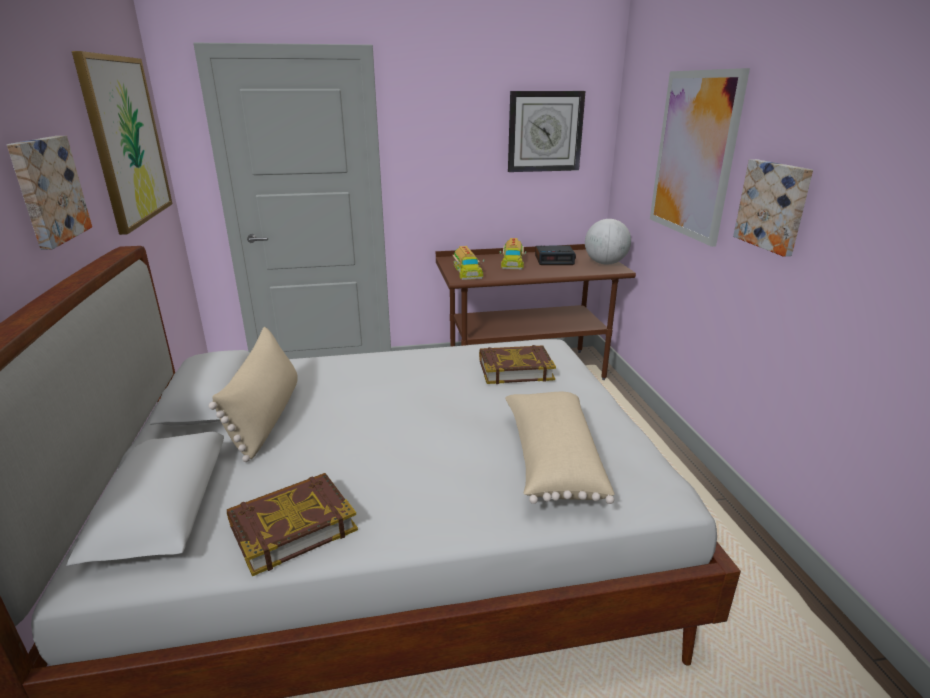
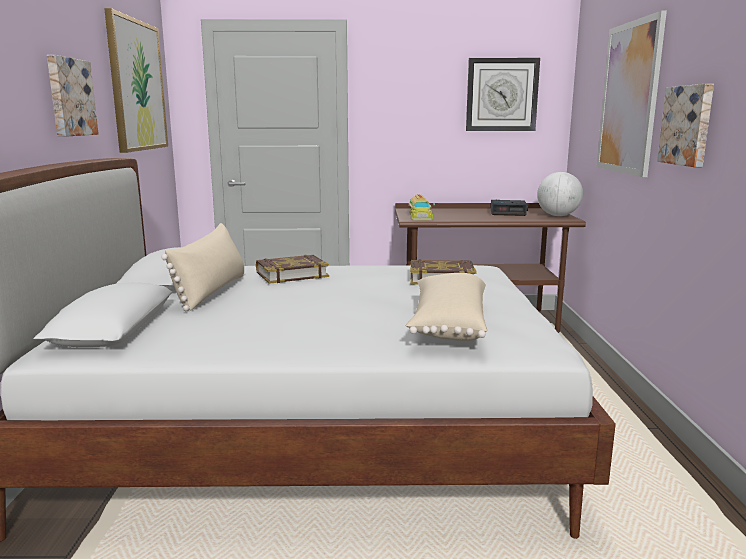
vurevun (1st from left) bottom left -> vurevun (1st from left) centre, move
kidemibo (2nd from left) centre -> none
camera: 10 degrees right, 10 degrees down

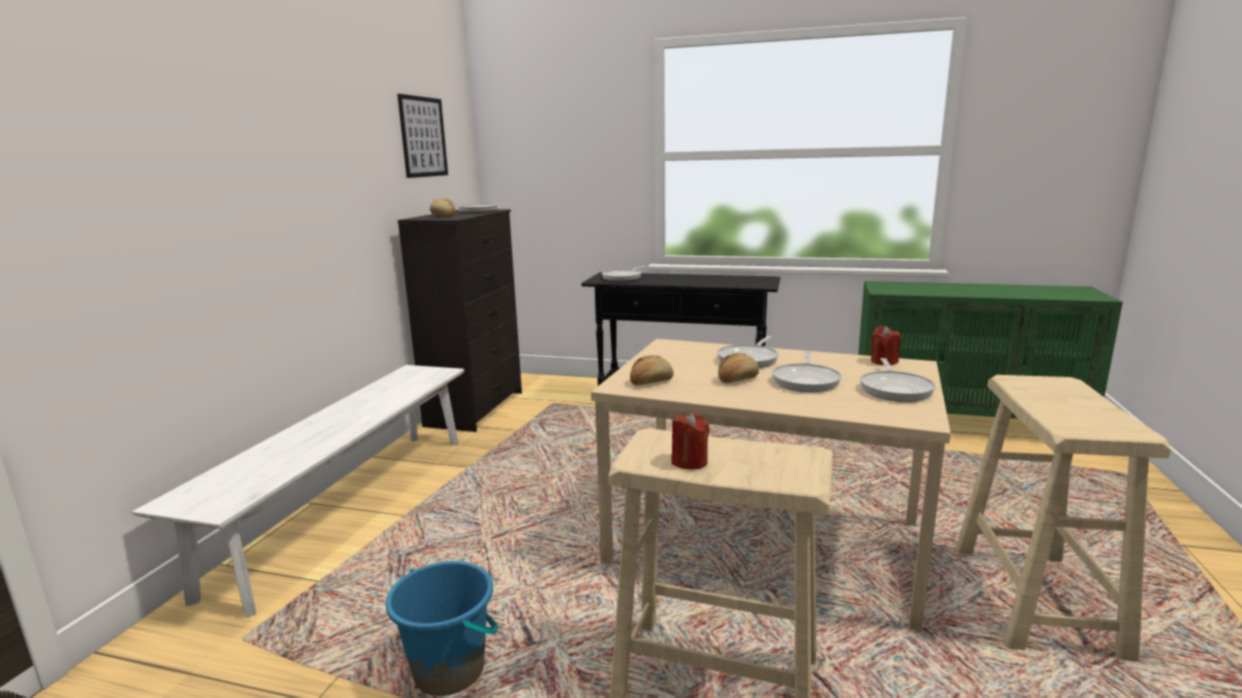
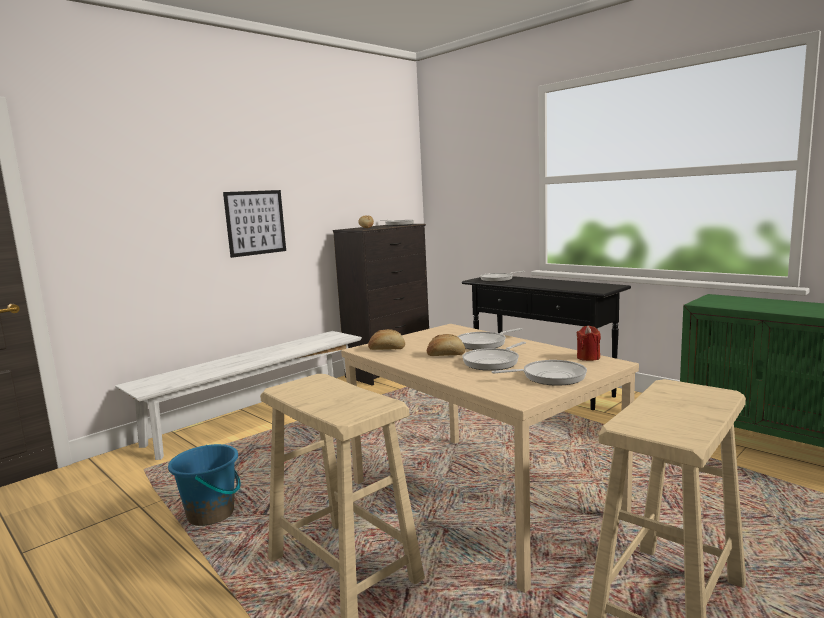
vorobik top centre -> vorobik middle left, move
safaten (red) (1st from left) centre -> none
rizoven (5th from left) middle right -> rizoven (5th from left) centre, 135 degrees counterclockwise
camera: 30 degrees right, 5 degrees down

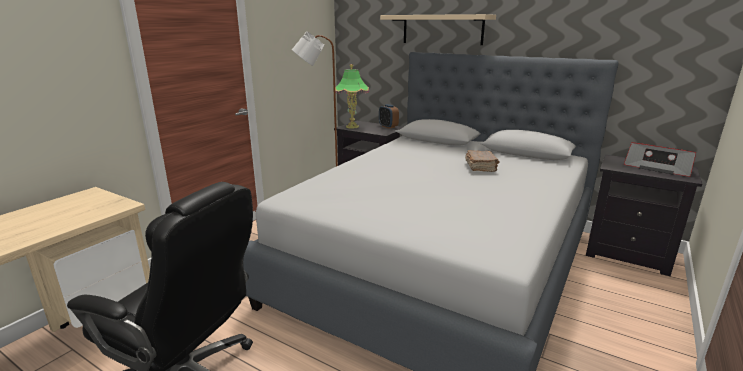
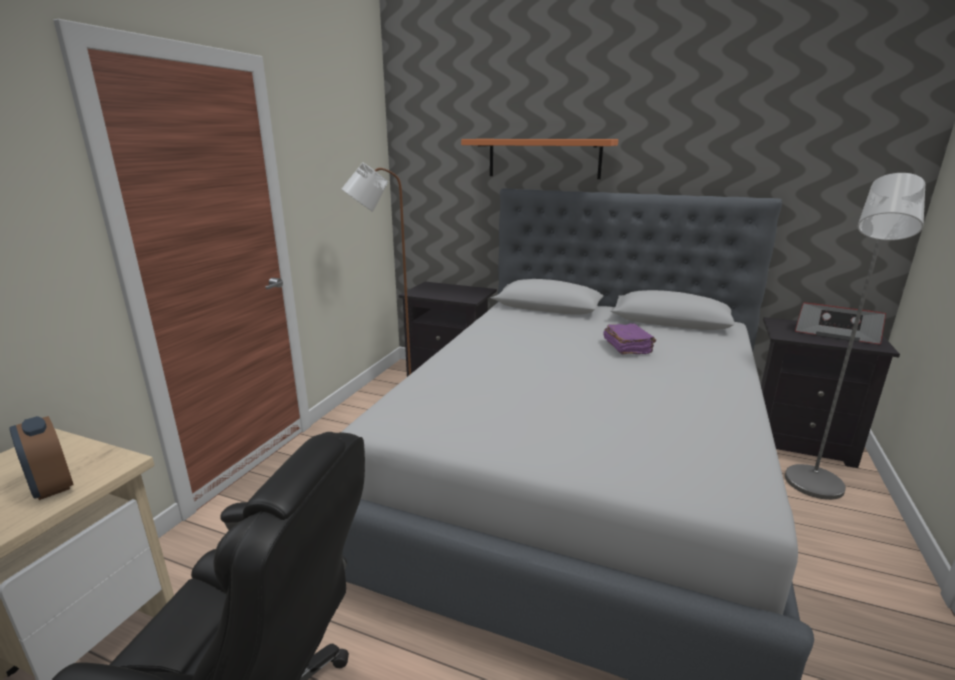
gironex top centre -> none
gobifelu top centre -> gobifelu bottom left, move
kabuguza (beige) top centre -> kabuguza (orange) top centre
vurevun (brown) centre -> vurevun (purple) centre
none -> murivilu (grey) middle right
camera: 10 degrees left, 0 degrees up

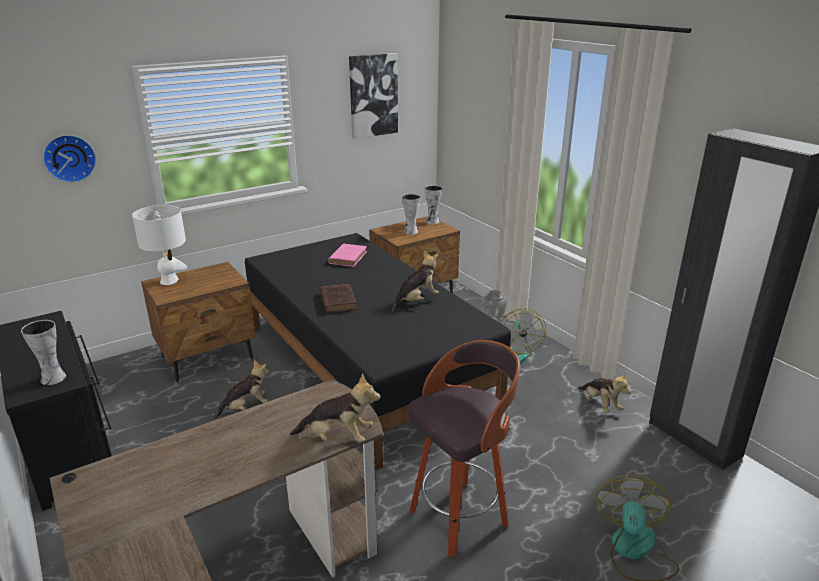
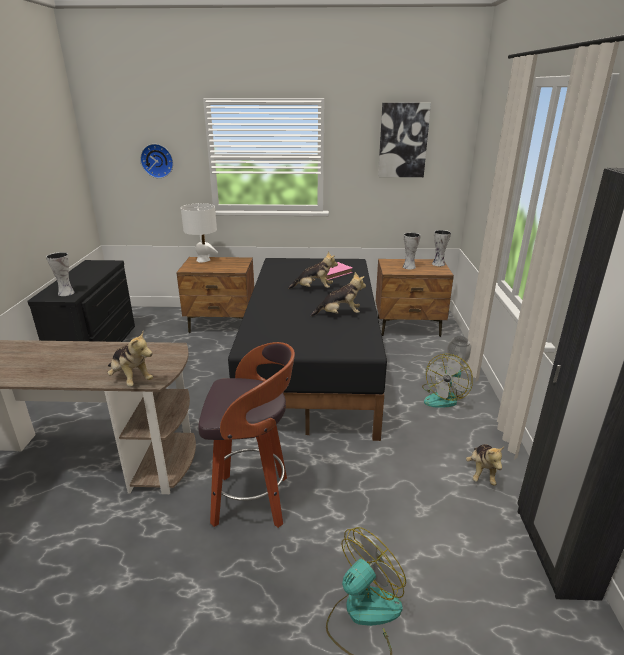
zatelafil (1st from left in the first image) bottom left -> zatelafil (2nd from left) centre, move
vurevun (brown) centre -> none
camera: 35 degrees right, 0 degrees up

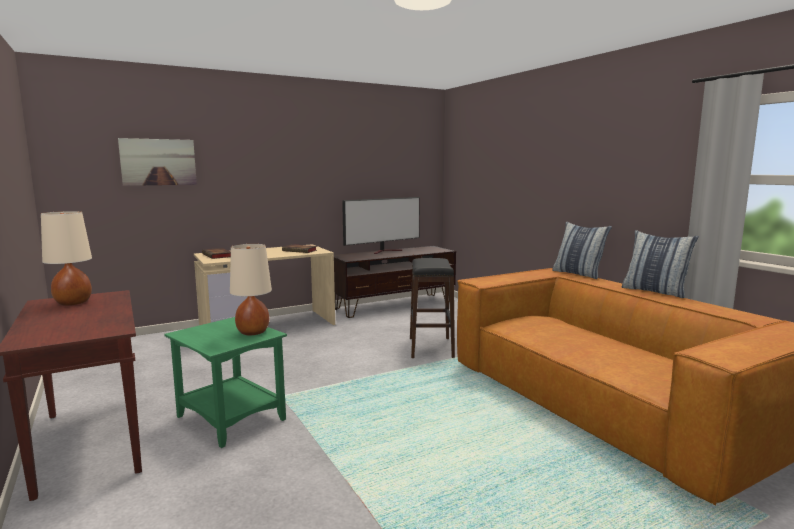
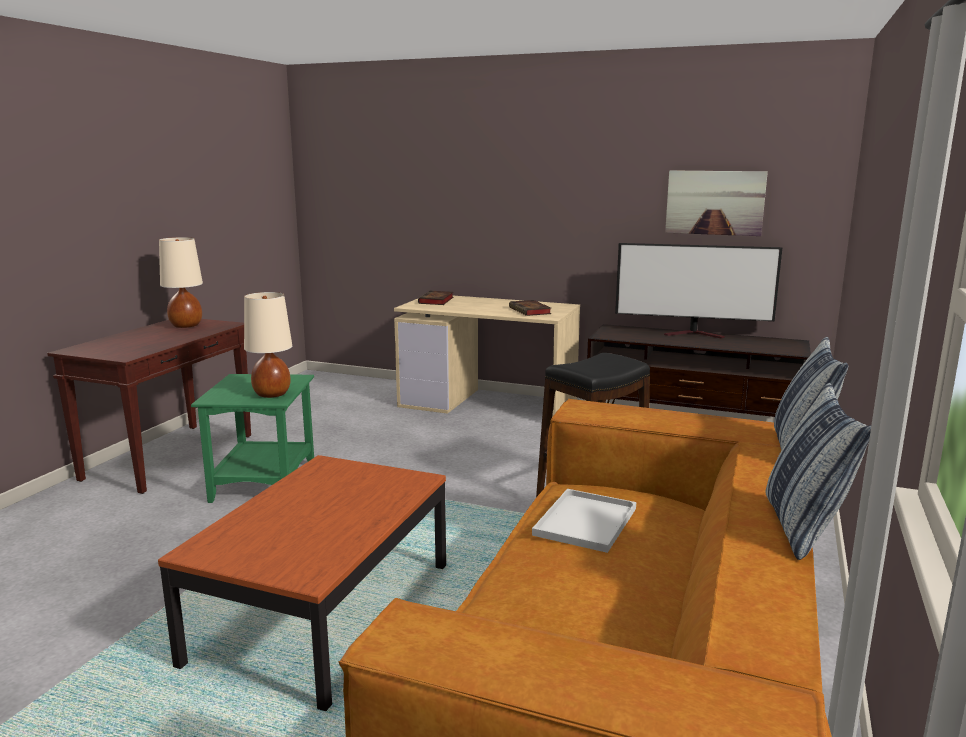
vorobik top left -> vorobik top right, move
none -> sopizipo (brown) bottom left
none -> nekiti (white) bottom centre
camera: 50 degrees right, 5 degrees up

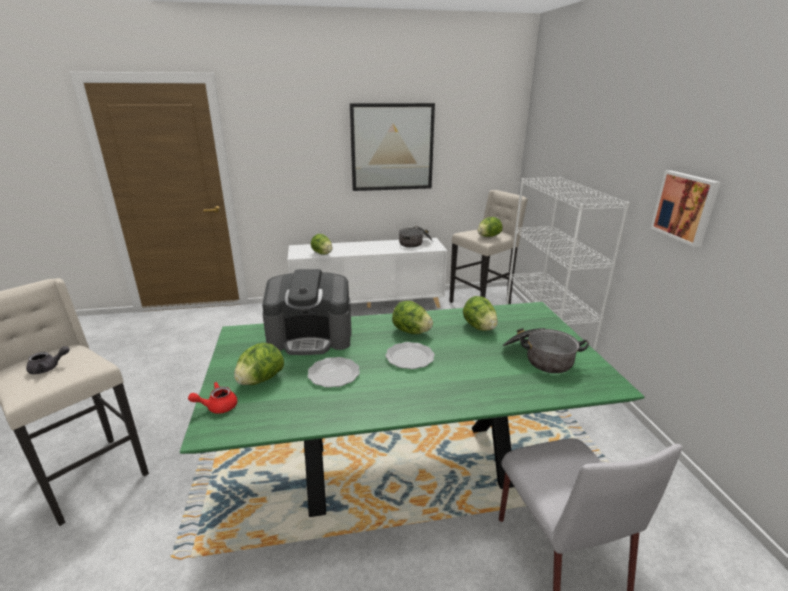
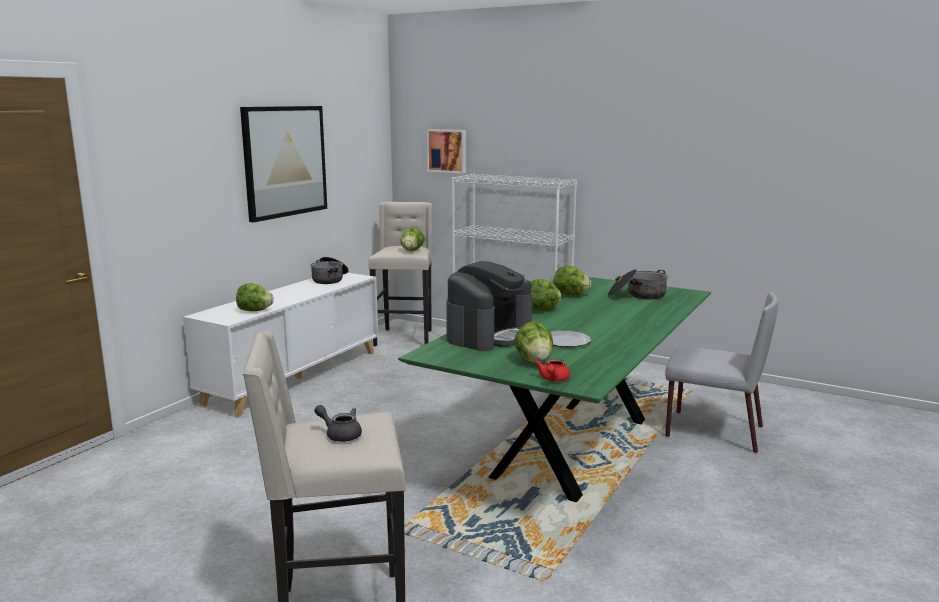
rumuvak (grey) middle left -> rumuvak (grey) bottom centre, 75 degrees counterclockwise
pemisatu (2nd from left) centre -> none
vorobik (2nd from left) middle right -> vorobik (2nd from left) top centre, move
camera: 50 degrees left, 10 degrees down

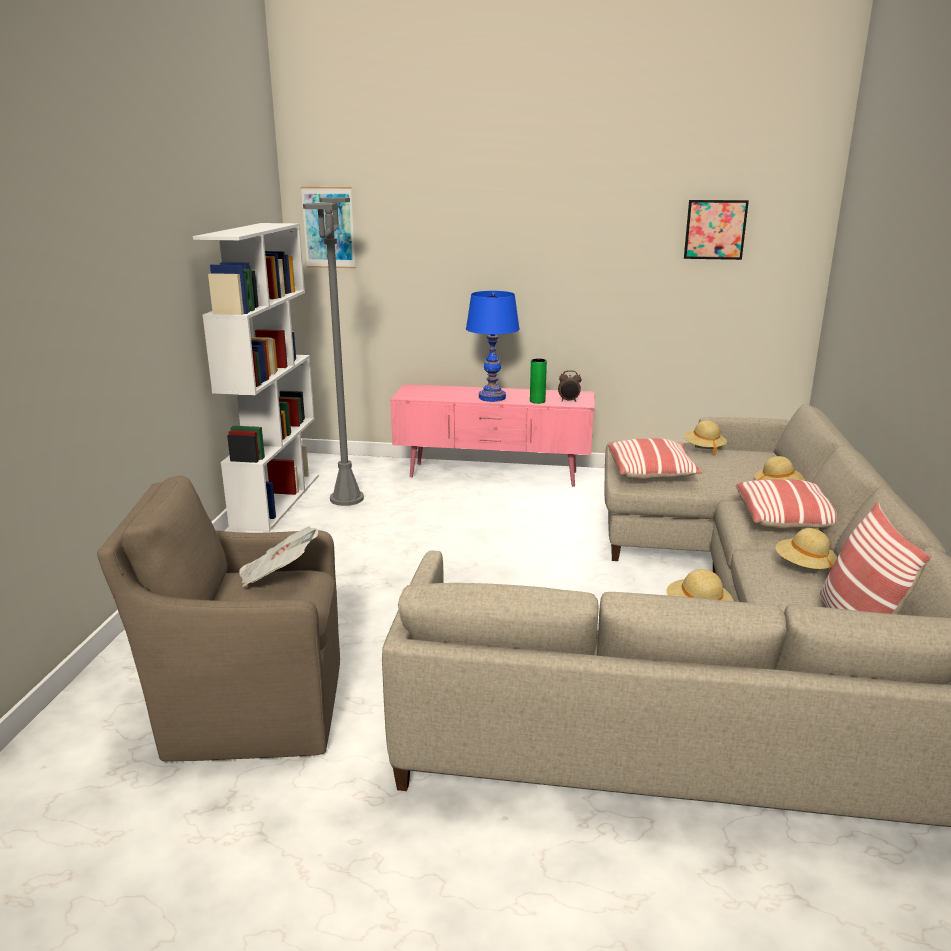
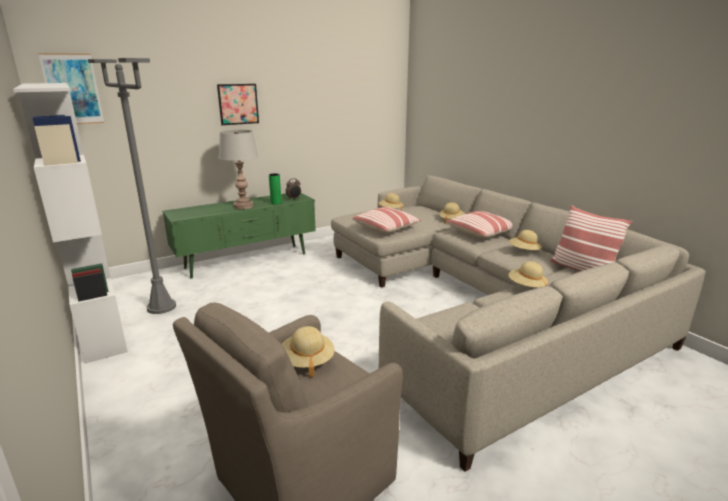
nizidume middle left -> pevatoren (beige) (1st from left) bottom centre
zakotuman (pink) centre -> zakotuman (green) middle left
gironex (blue) centre -> gironex (grey) middle left
vorobik (2nd from left) top right -> vorobik (2nd from left) top left, move
camera: 40 degrees left, 0 degrees up

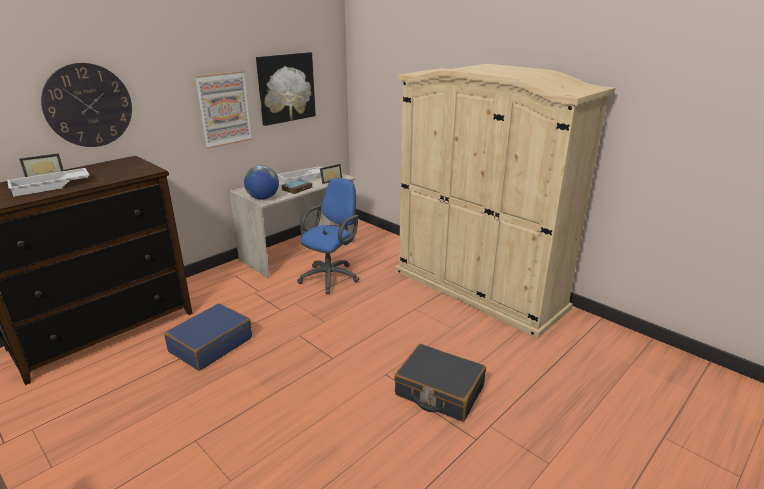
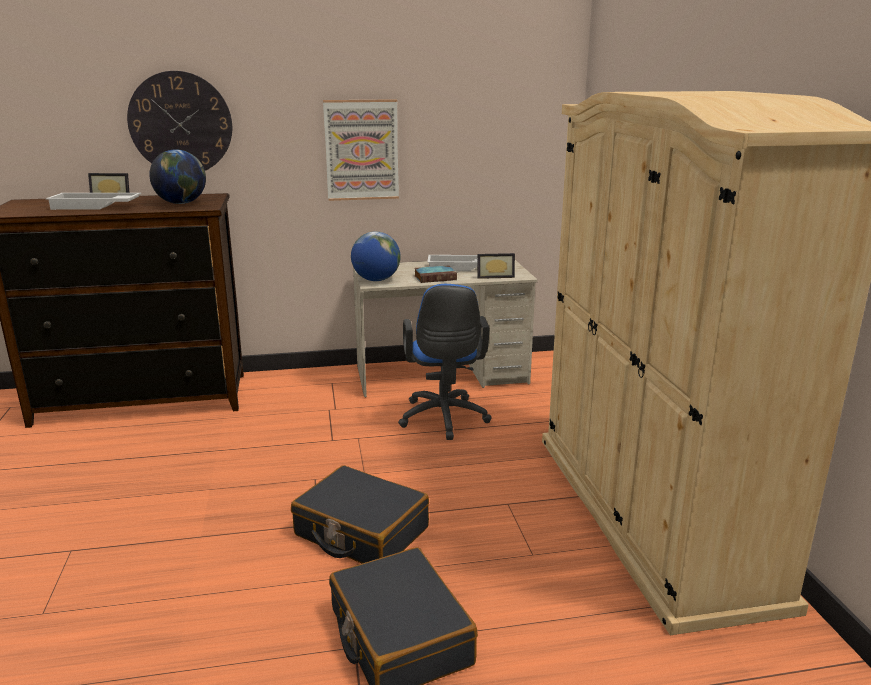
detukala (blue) bottom left -> none
vorobik (2nd from left) top centre -> none
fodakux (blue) centre, 105 degrees clockwise
none -> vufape (1st from left) top left
none -> detukala (black) (1st from left) bottom centre
camera: 35 degrees right, 5 degrees down

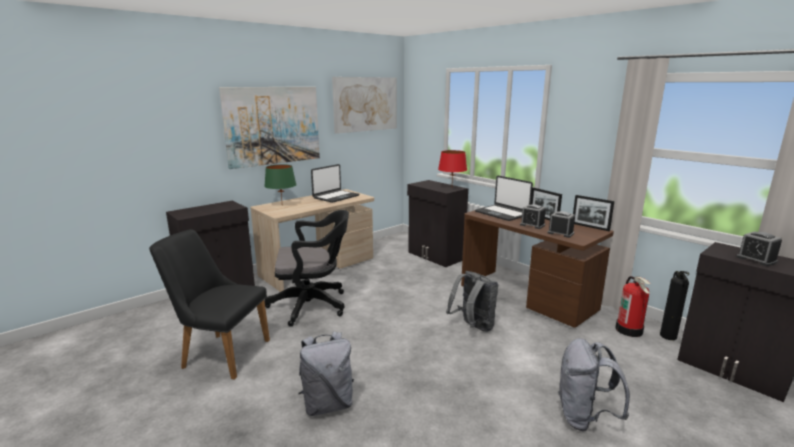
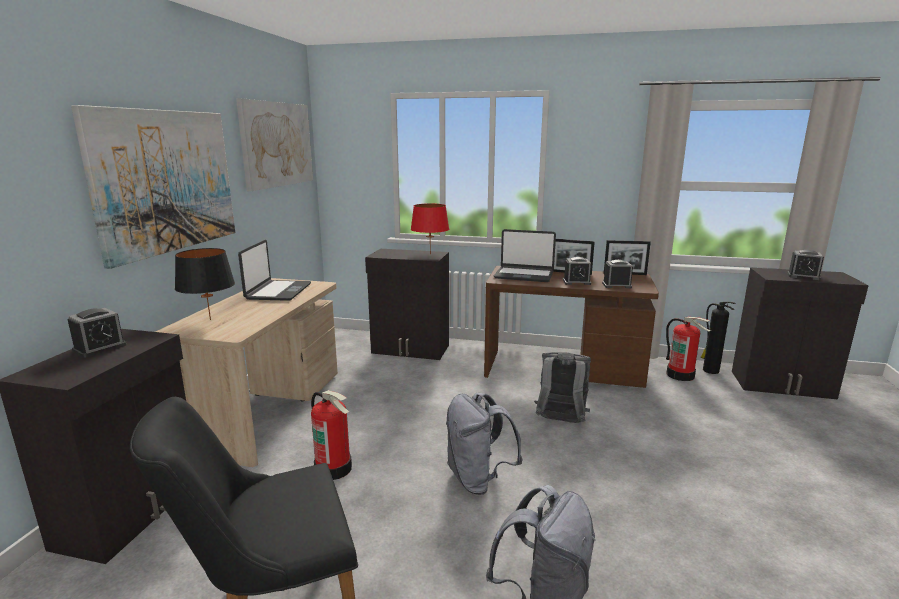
gironex (green) centre -> gironex (black) middle left
fodakux (black) centre -> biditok (1st from left) bottom centre
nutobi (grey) (3rd from left in the first image) bottom right -> nutobi (grey) (1st from left) bottom centre, move
none -> gobifelu (1st from left) middle left
camera: 35 degrees left, 0 degrees up

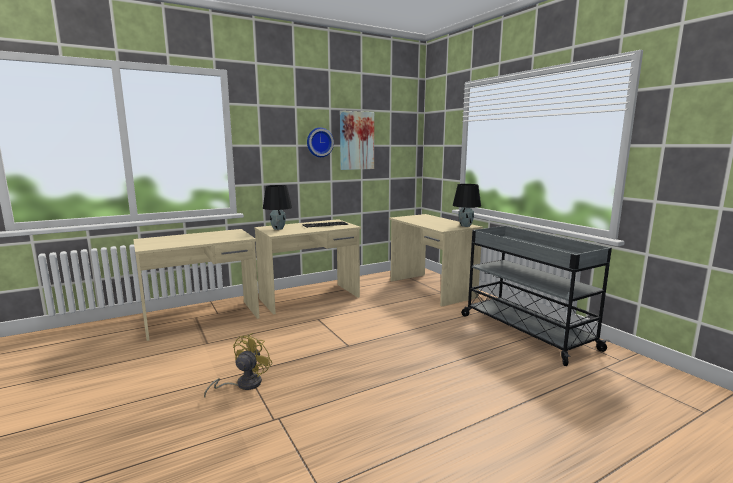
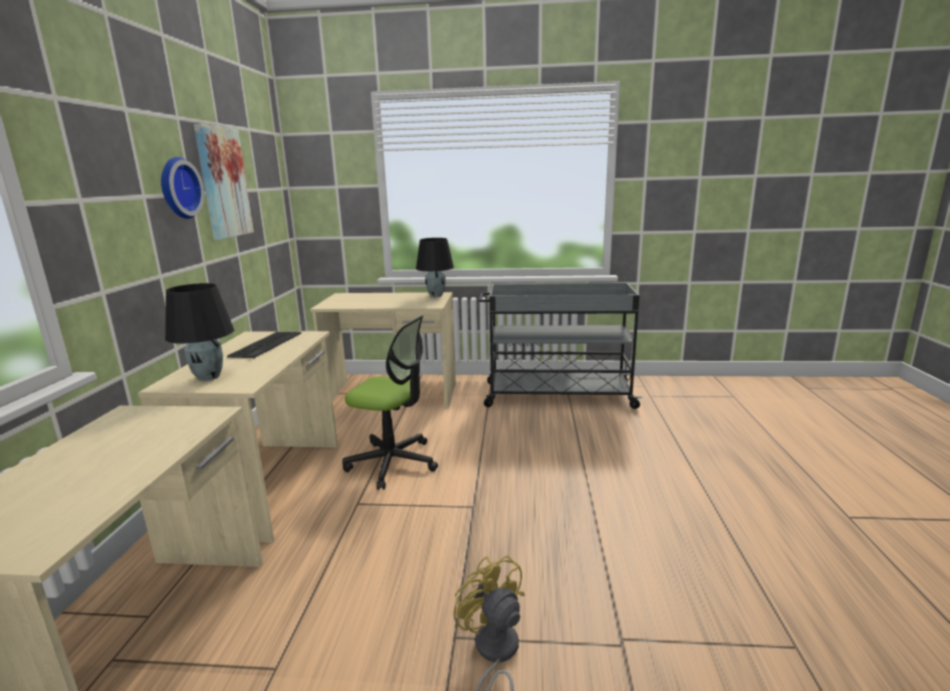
none -> fodakux centre
camera: 55 degrees left, 5 degrees up

